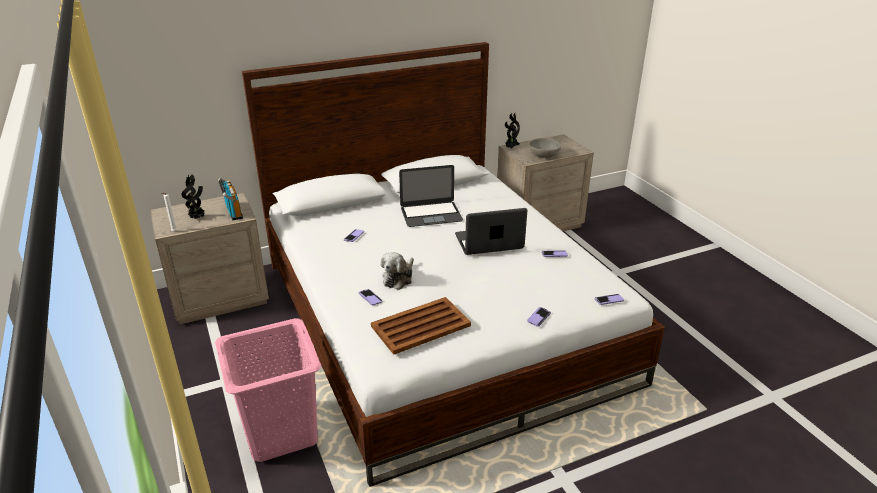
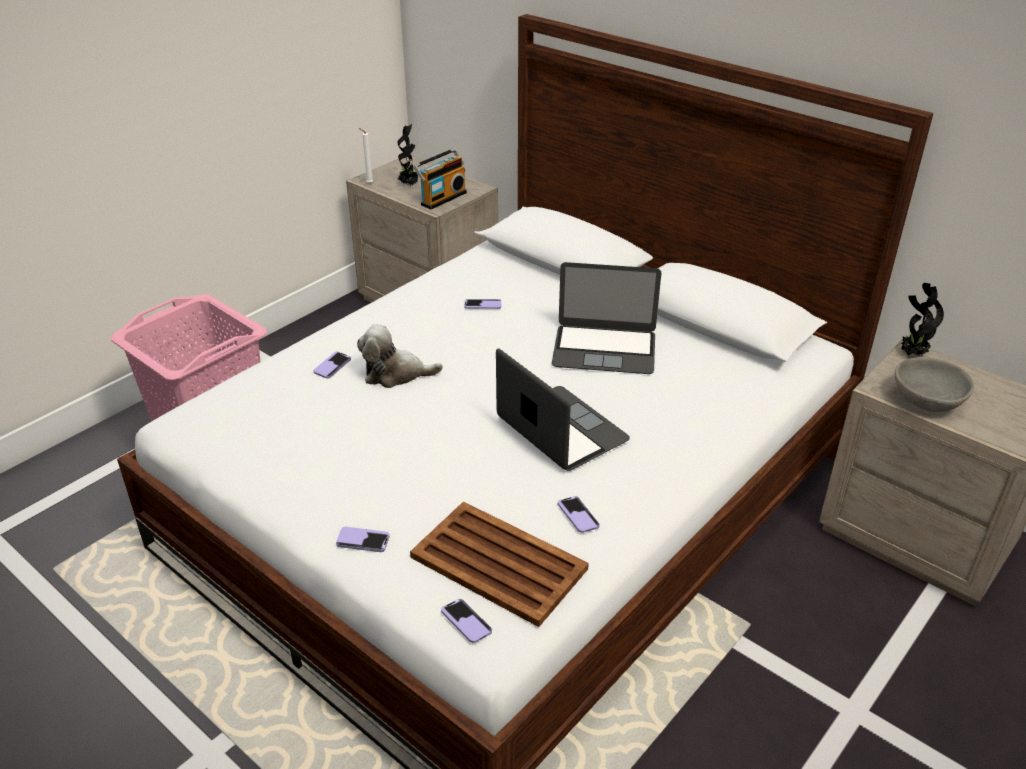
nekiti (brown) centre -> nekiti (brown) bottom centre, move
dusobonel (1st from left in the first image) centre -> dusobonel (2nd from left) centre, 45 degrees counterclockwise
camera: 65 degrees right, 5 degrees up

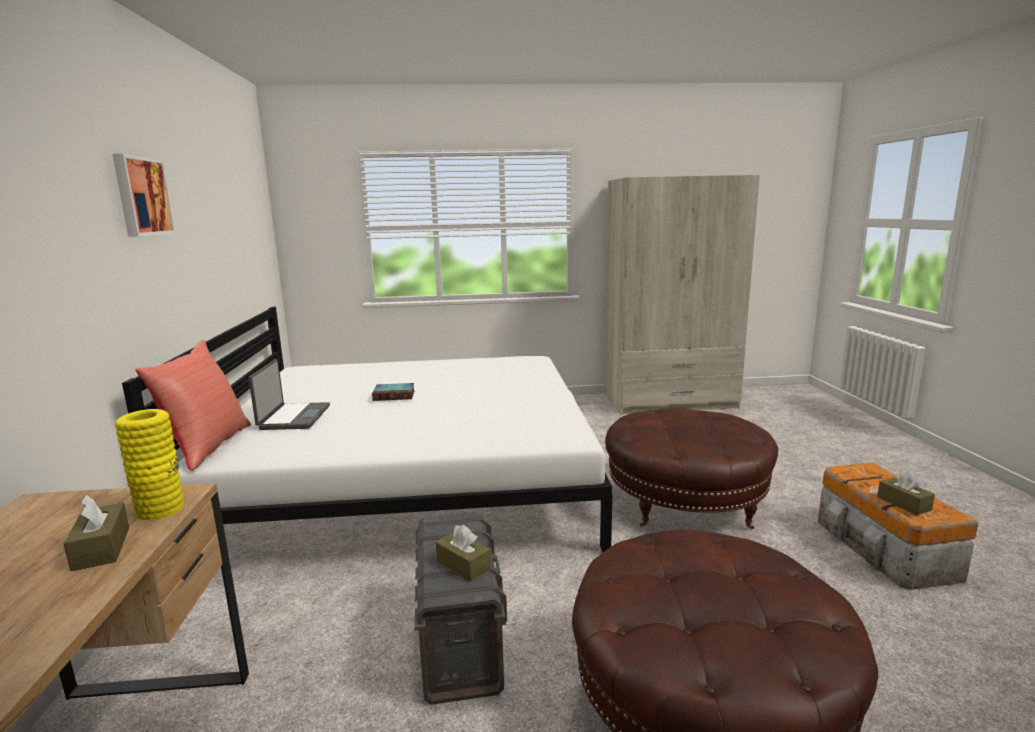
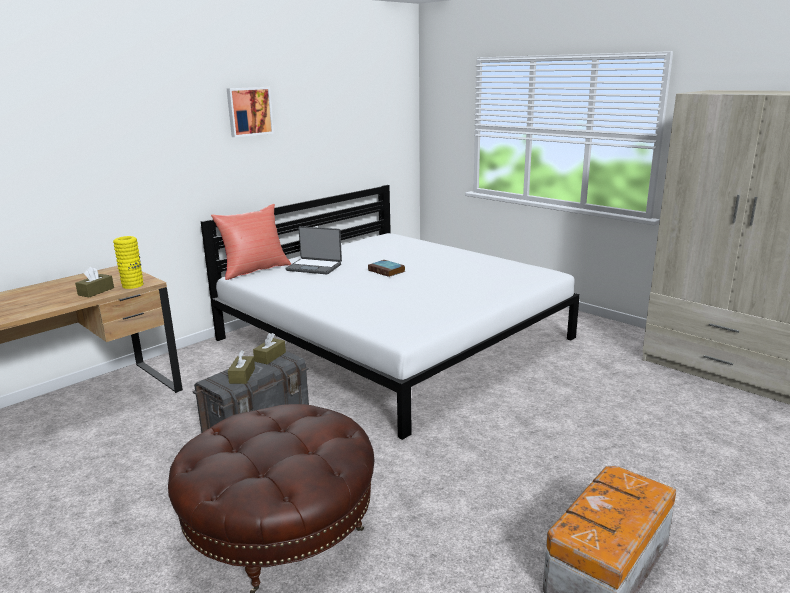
dusobonel middle left -> dusobonel centre, 60 degrees clockwise
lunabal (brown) (1st from left) middle right -> none
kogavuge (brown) (3rd from left) bottom right -> kogavuge (brown) (3rd from left) centre, move
camera: 50 degrees right, 5 degrees up

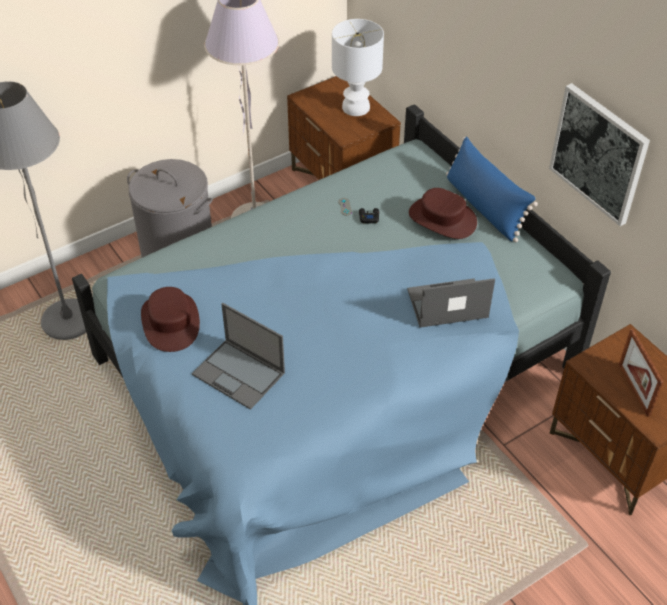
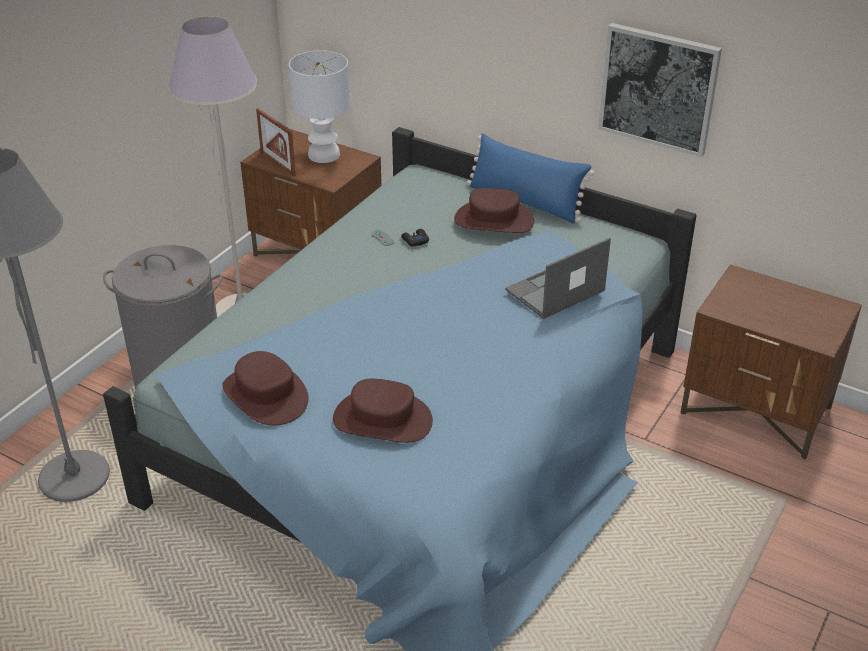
dusobonel (1st from left) centre -> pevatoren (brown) (2nd from left) centre
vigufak middle right -> vigufak top left, move
camera: 25 degrees left, 10 degrees down

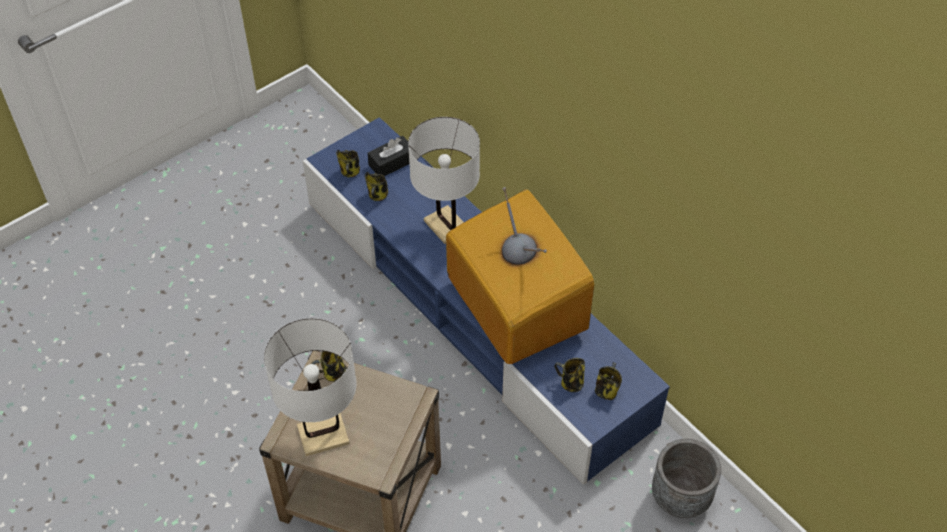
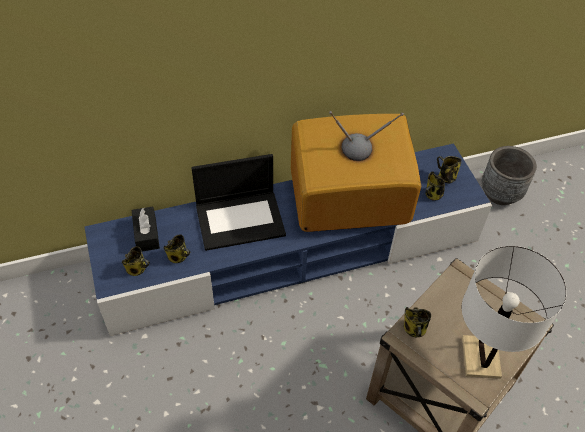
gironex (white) (2nd from left) centre -> dusobonel centre
camera: 70 degrees left, 0 degrees up

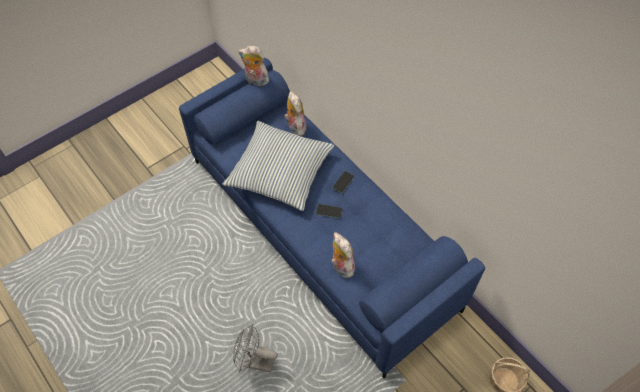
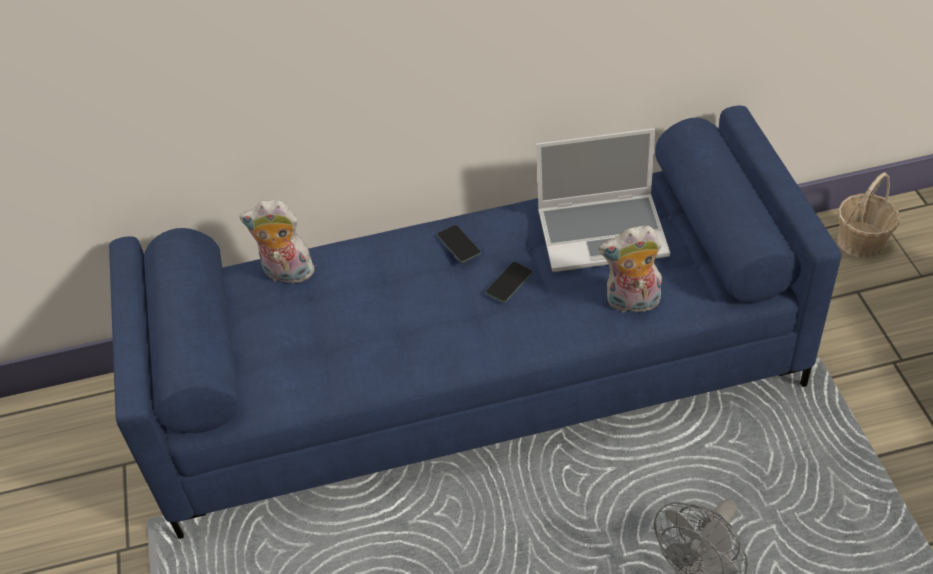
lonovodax centre -> none
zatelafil (1st from left) top centre -> none
none -> dusobonel centre
camera: 60 degrees left, 10 degrees down

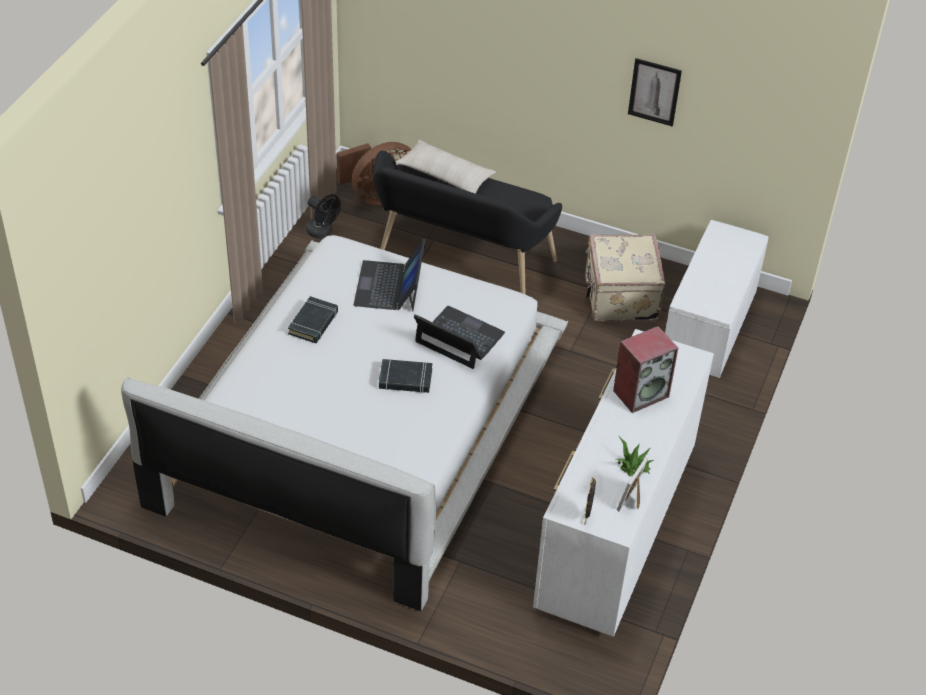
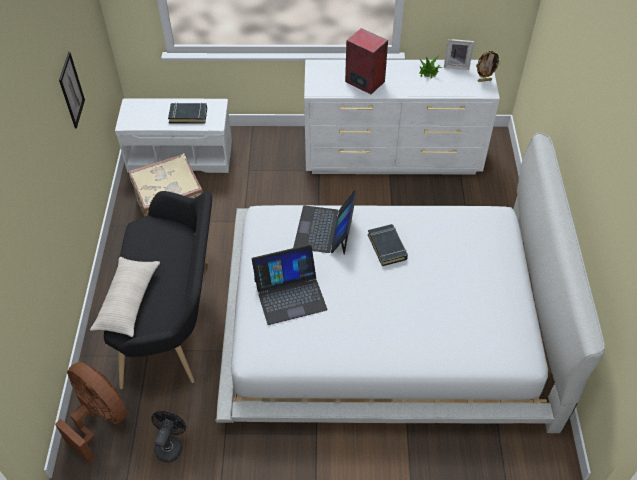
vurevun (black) (1st from left) centre -> vurevun (black) (1st from left) top left, move
camera: 110 degrees left, 5 degrees up

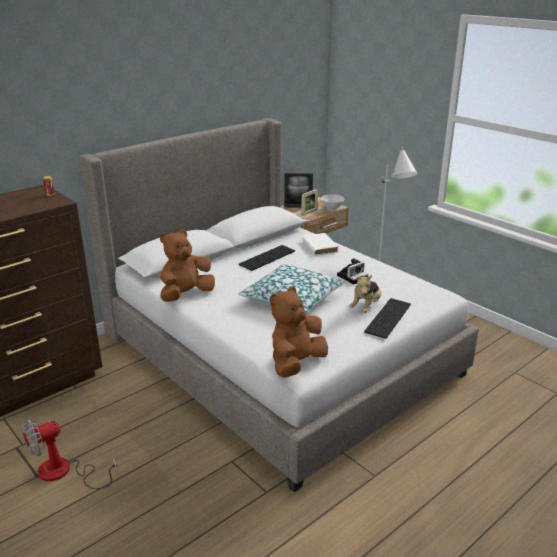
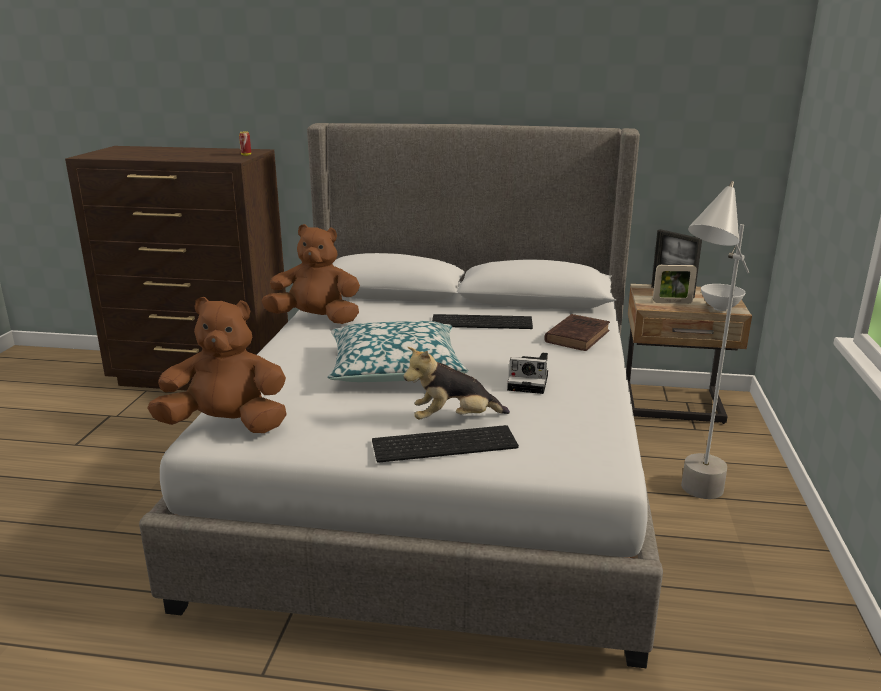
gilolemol bottom left -> none
vurevun (white) centre -> vurevun (brown) centre
camera: 50 degrees right, 5 degrees down

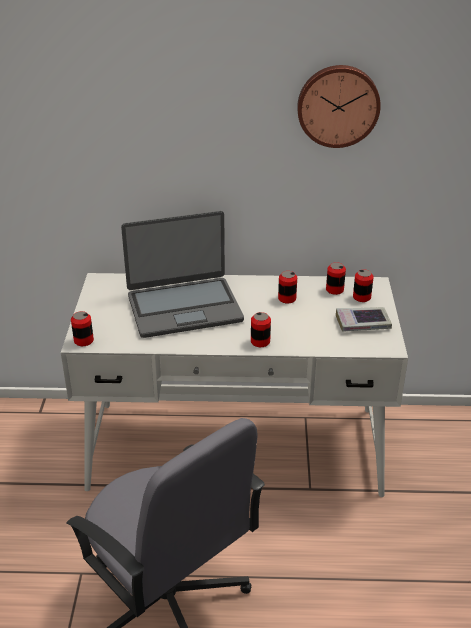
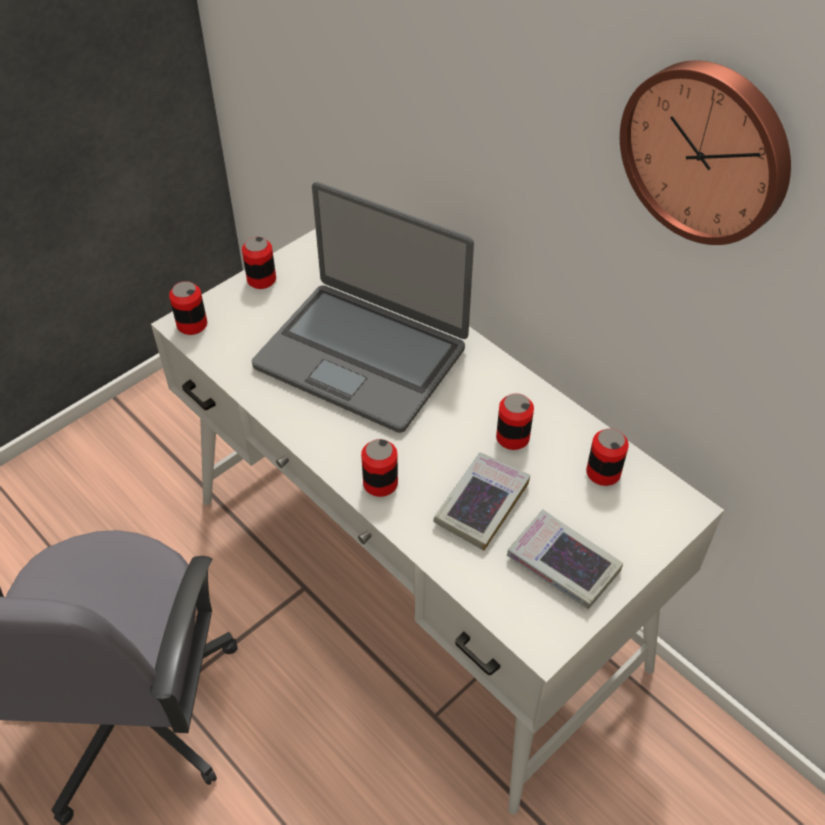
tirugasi (5th from left in the first image) middle right -> tirugasi (2nd from left) top left, move
none -> vurevun (1st from left) centre
camera: 45 degrees right, 15 degrees up

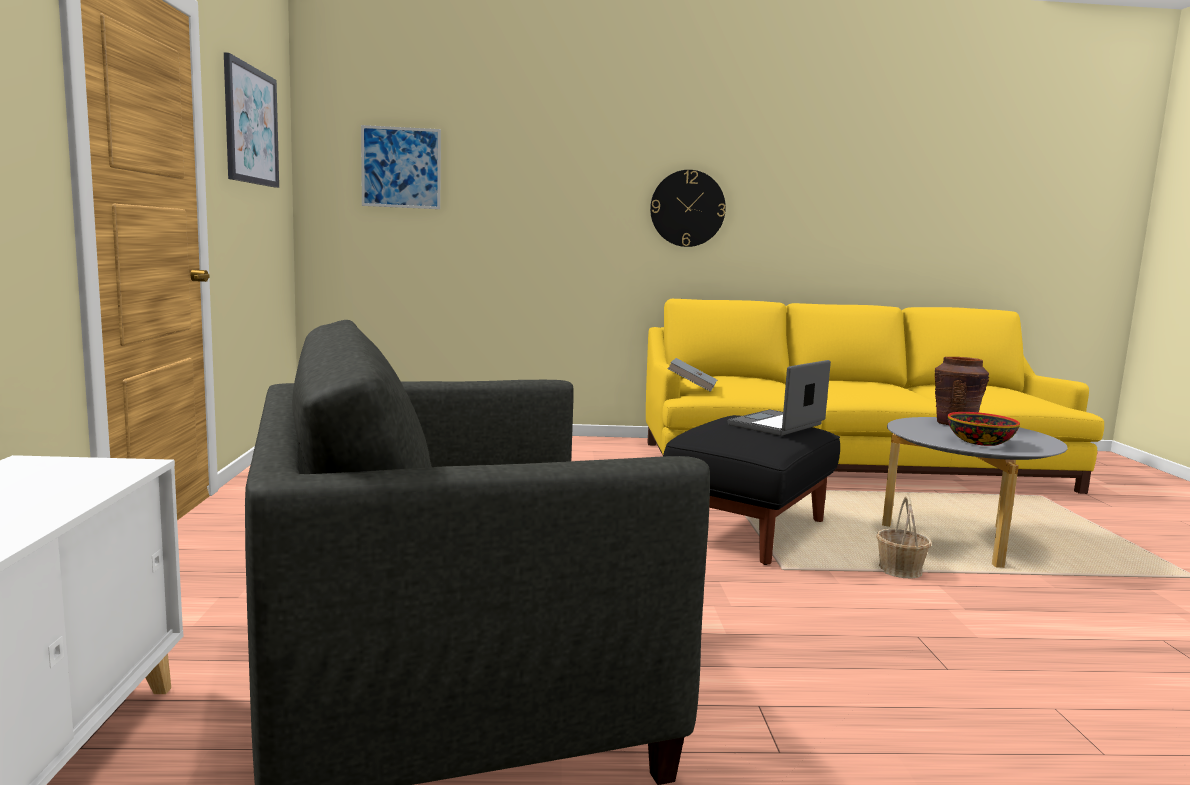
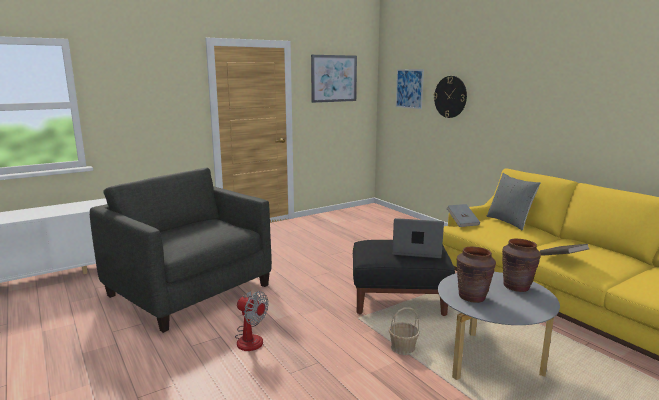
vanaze top centre -> vanaze top right, move
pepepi middle right -> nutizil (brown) (1st from left) bottom right
none -> gilolemol bottom centre
none -> lonovodax (grey) middle right
none -> vurevun (brown) middle right
camera: 60 degrees right, 5 degrees up

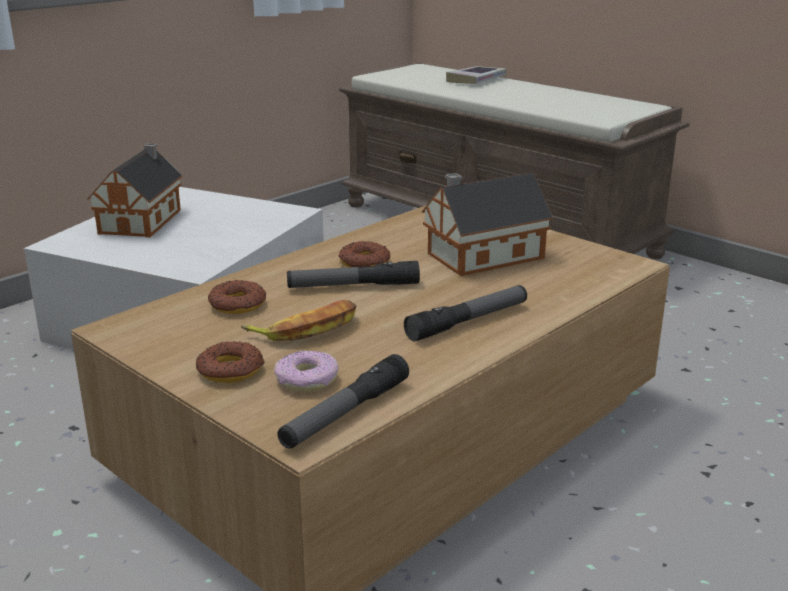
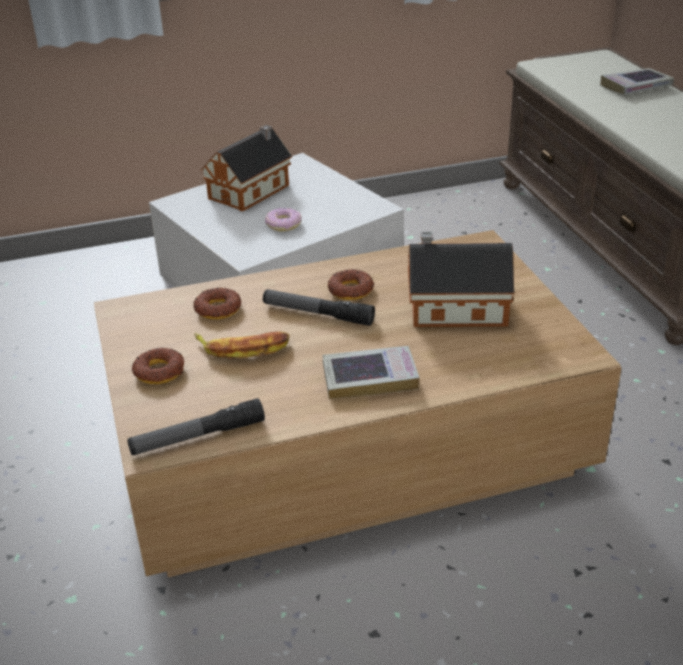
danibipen (3rd from left) centre -> danibipen (3rd from left) top centre, move
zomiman (3rd from left) centre -> vurevun (1st from left) centre
camera: 30 degrees right, 10 degrees up

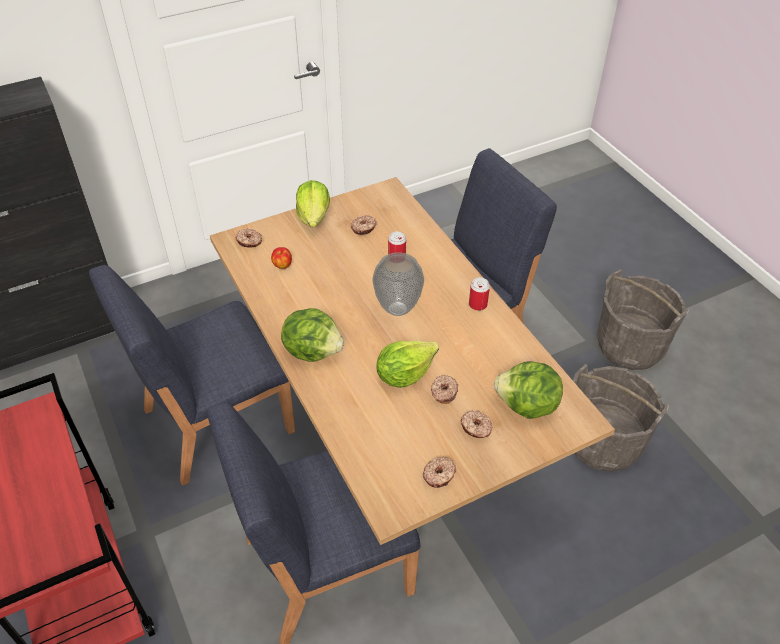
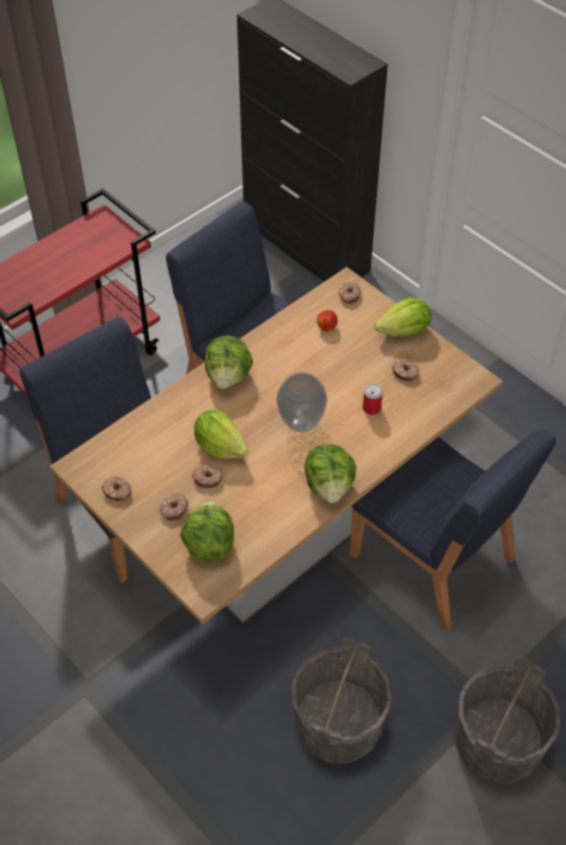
tirugasi (2nd from left) centre -> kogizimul (4th from left) centre
camera: 75 degrees right, 5 degrees up

